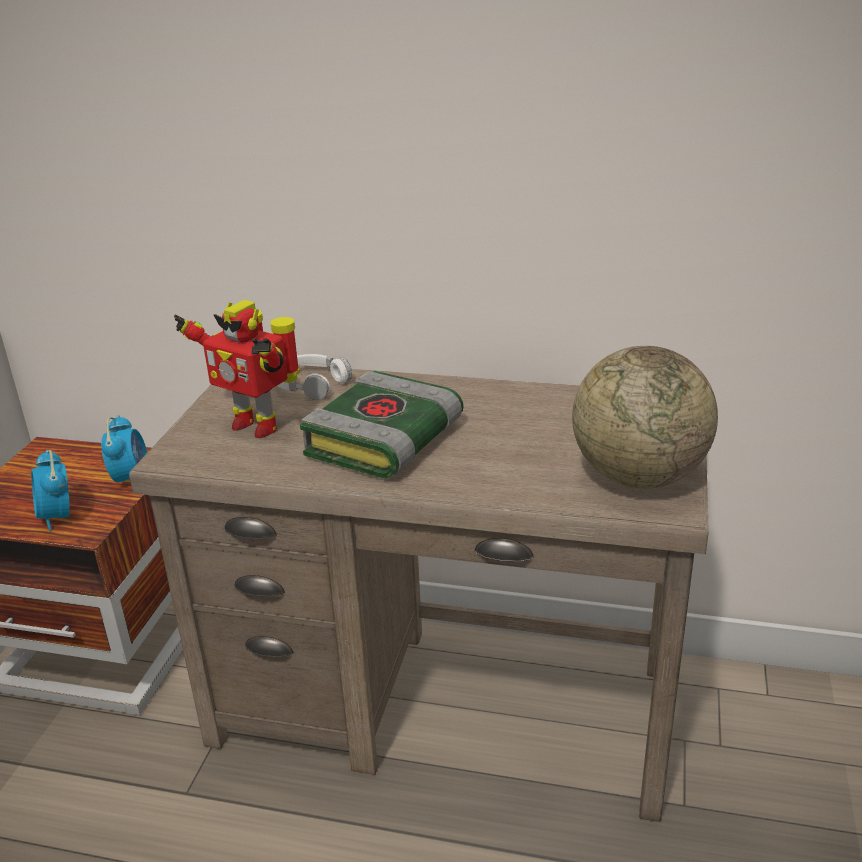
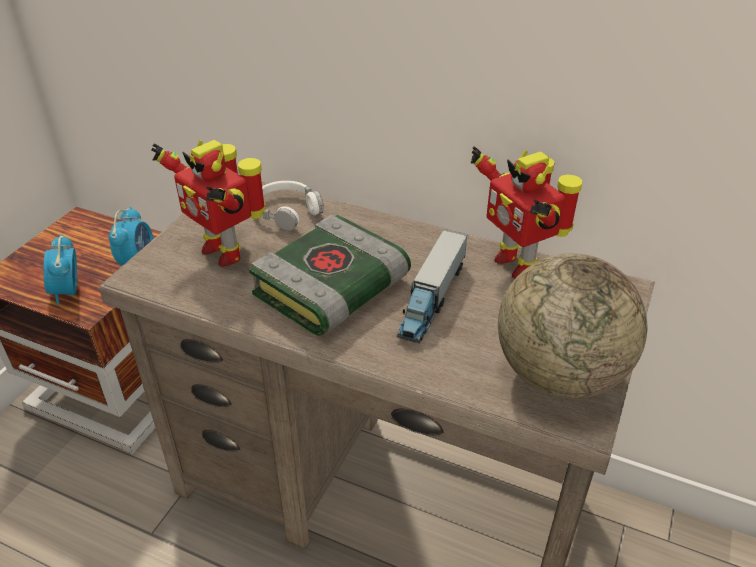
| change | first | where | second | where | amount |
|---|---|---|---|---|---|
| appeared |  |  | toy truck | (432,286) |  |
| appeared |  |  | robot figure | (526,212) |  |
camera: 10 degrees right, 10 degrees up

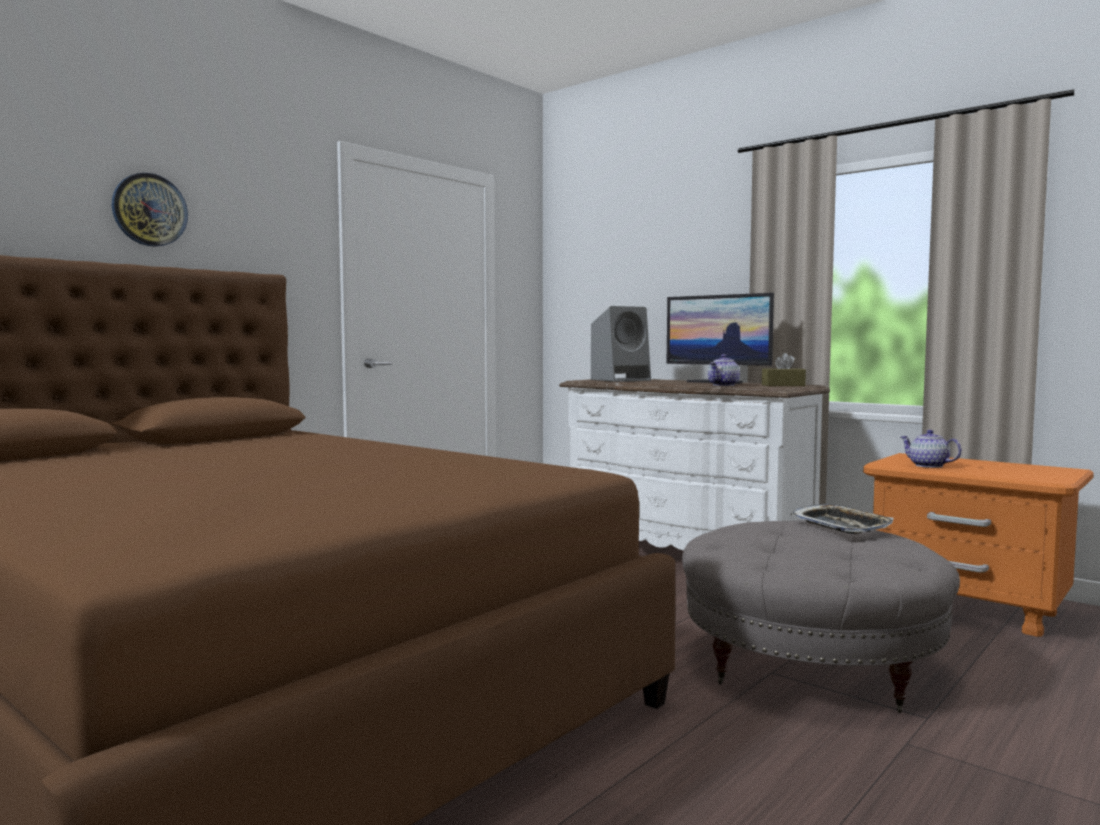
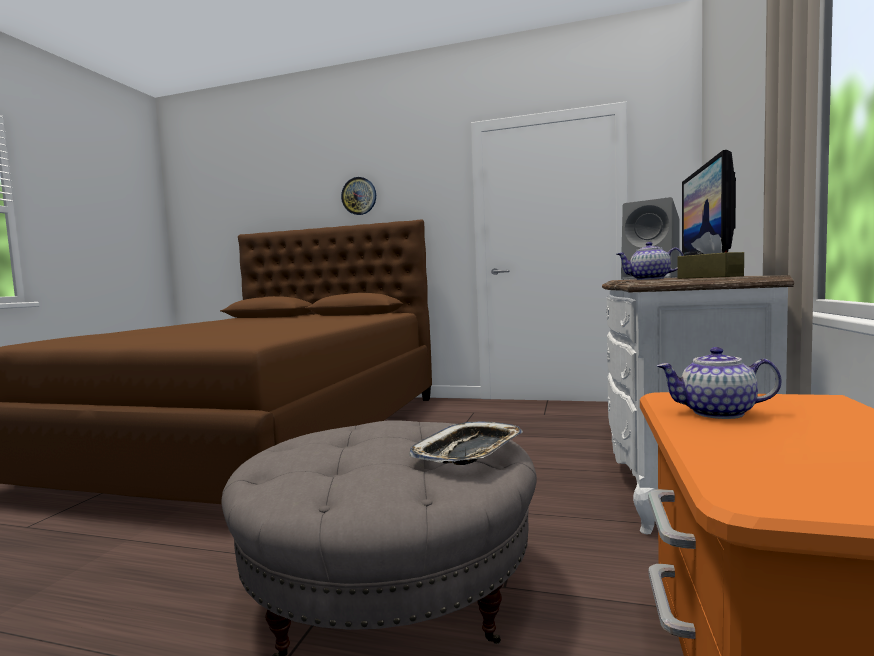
| change | first | where | second | where | amount |
|---|---|---|---|---|---|
| spun | teapot | (931,449) |  | (719,383) | 105 degrees counterclockwise |
camera: 65 degrees right, 0 degrees up

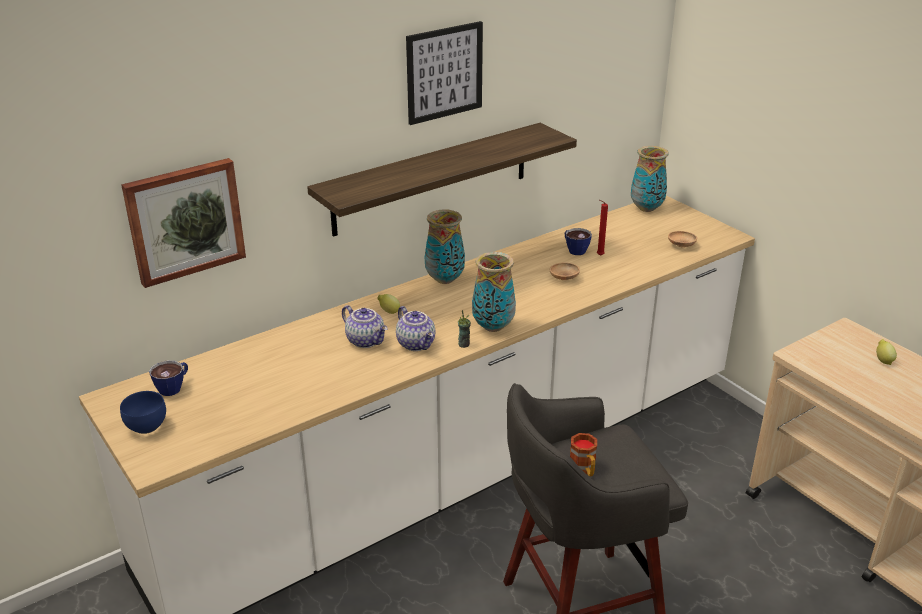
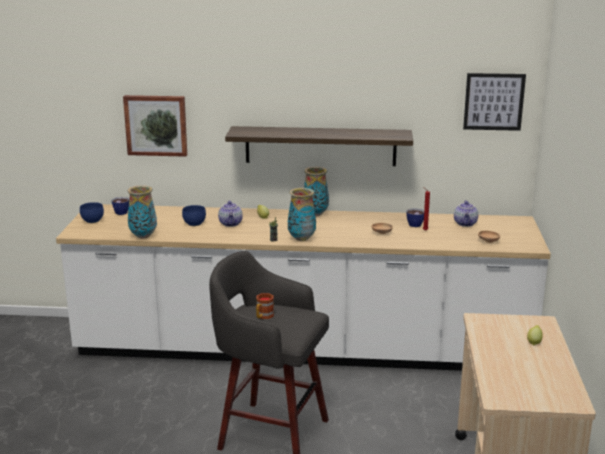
| change | first | where | second | where | amount |
|---|---|---|---|---|---|
| relocated | flower vase | (650,179) |  | (142,212) |  |
| appeared |  |  | blue serving bowl | (194,215) |  |
| relocated | teapot | (415,328) |  | (466,213) |  |
| relocated | picture | (444,73) |  | (494,102) |  |
camera: 40 degrees right, 10 degrees down

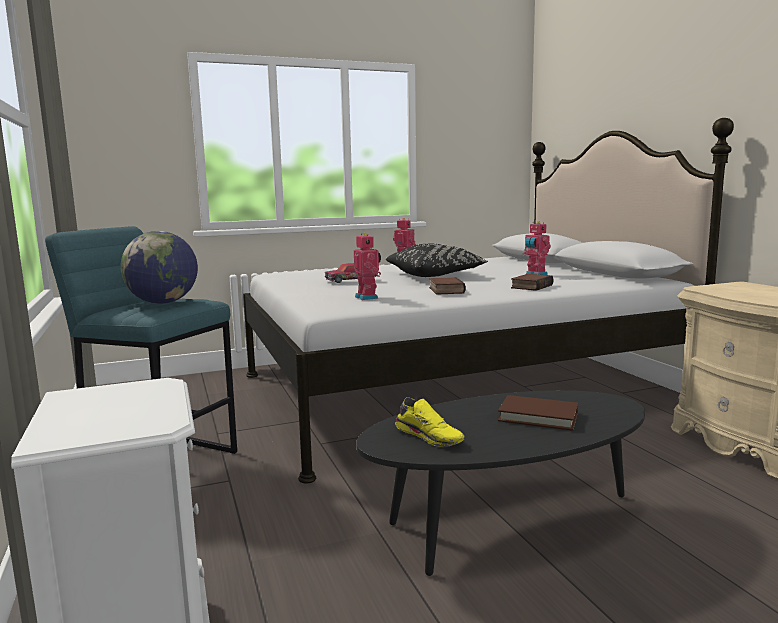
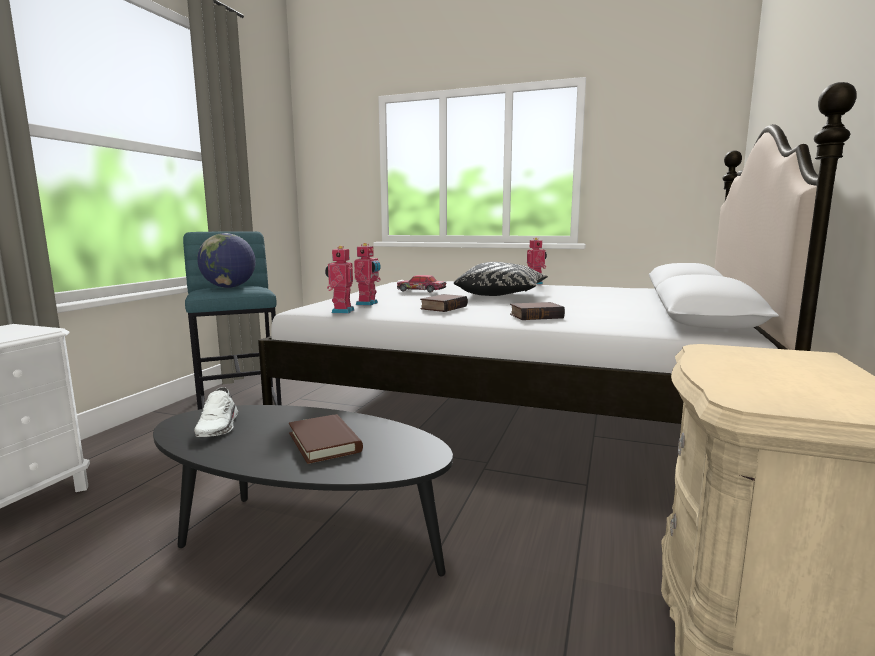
| change | first | where | second | where | amount |
|---|---|---|---|---|---|
| colour | yellowish shoe | (429,422) | whitish shoe | (216,412) |  |
| relocated | robot figure | (537,248) |  | (339,279) |  |
camera: 40 degrees right, 0 degrees up

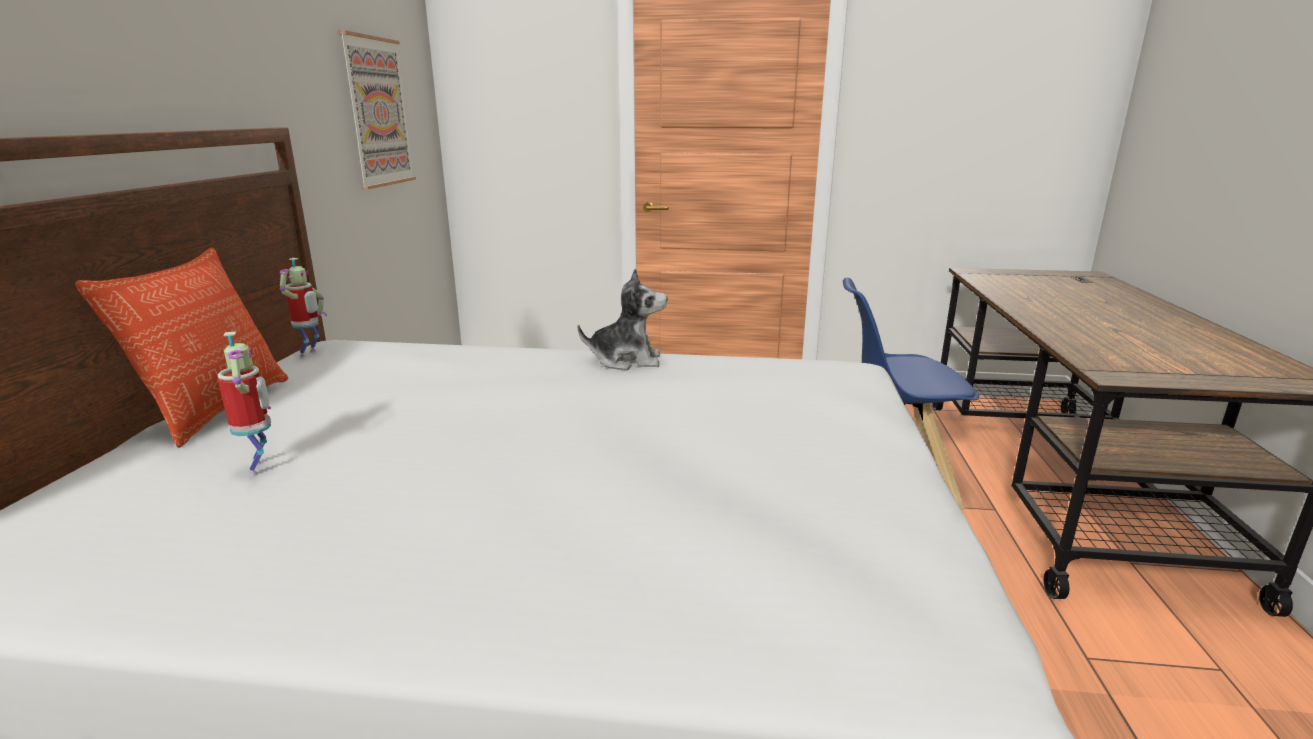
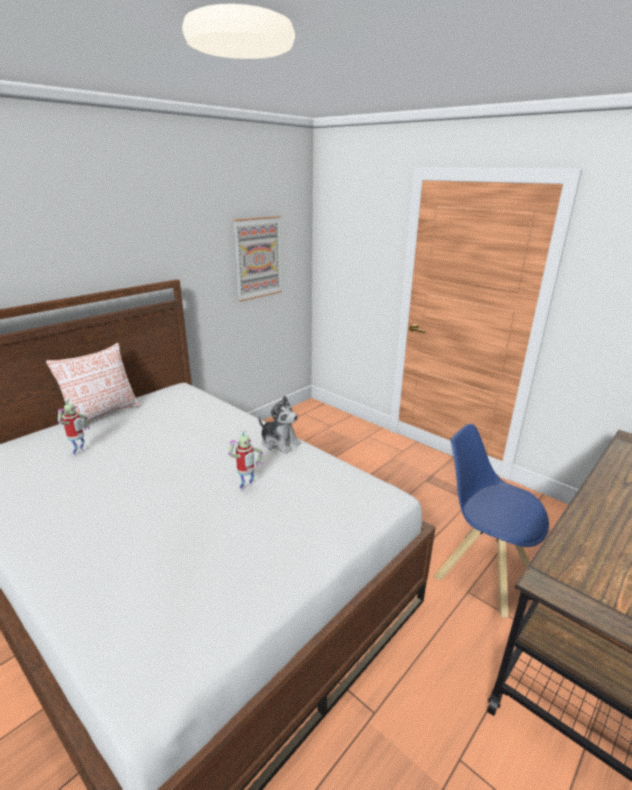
| change | first | where | second | where | amount |
|---|---|---|---|---|---|
| colour | orangey throw pillow | (181,348) | whitish throw pillow | (93,384) |  |
| relocated | robot figure | (303,307) |  | (245,460) |  |
camera: 35 degrees right, 5 degrees up

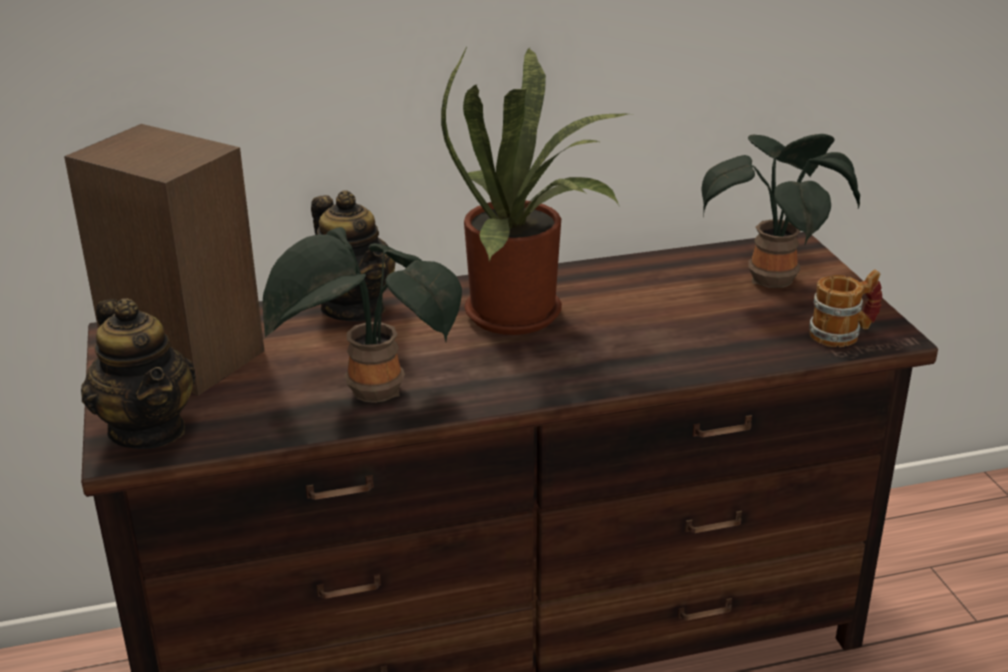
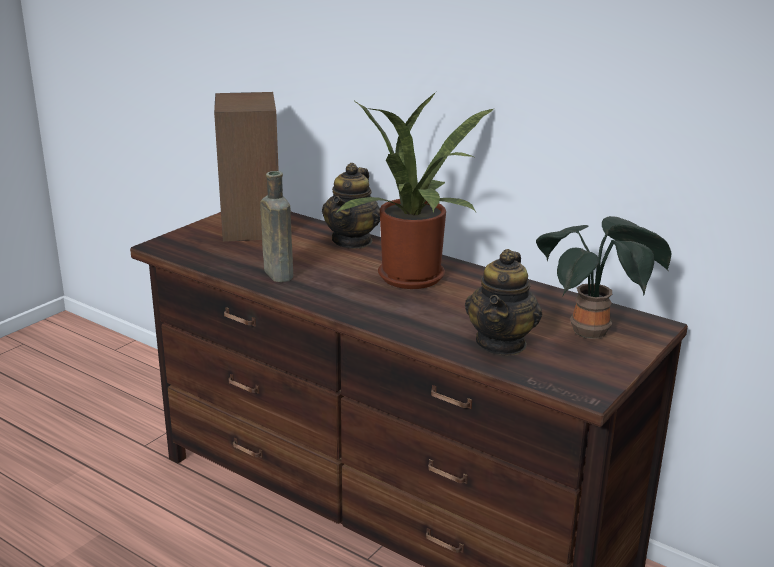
| change | first | where | second | where | amount |
|---|---|---|---|---|---|
| exchanged | plant in a pot | (362,315) | brown-coloured beverage bottle | (276,226) |  |
| relocated | teapot | (138,373) |  | (503,302) |  |
| missing | coffee mug | (845,308) |  |  |  |
camera: 50 degrees right, 5 degrees down

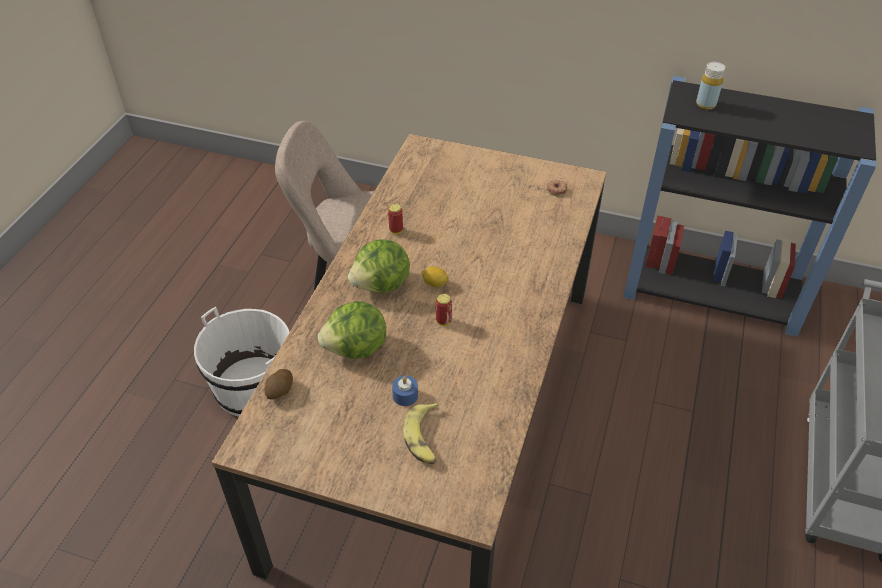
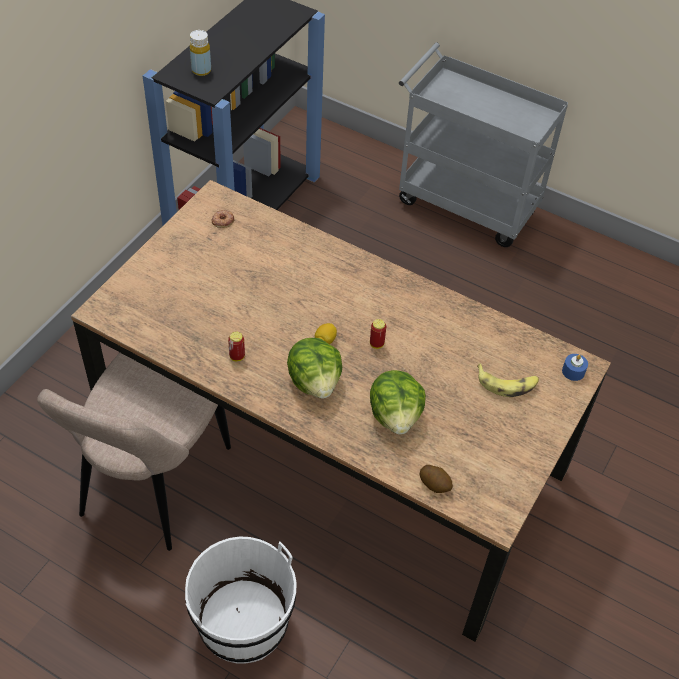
| change | first | where | second | where | amount |
|---|---|---|---|---|---|
| relocated | blue wax light | (405,391) |  | (575,367) |  |
camera: 80 degrees left, 5 degrees up

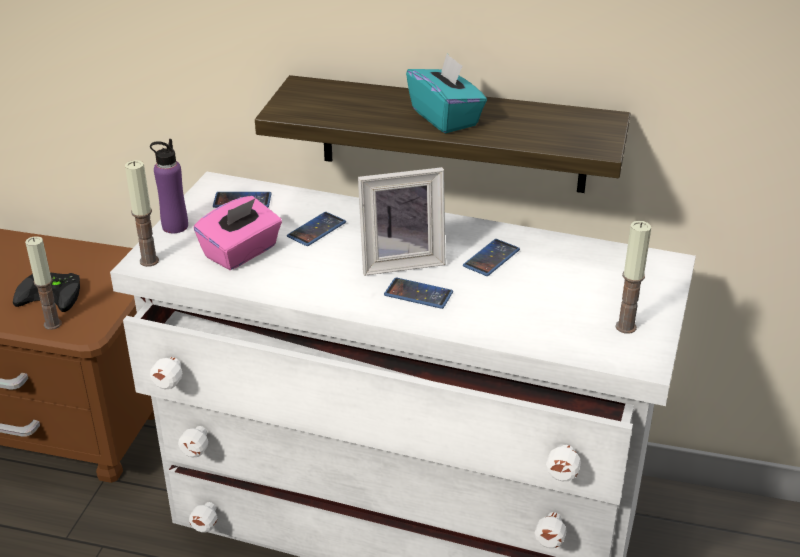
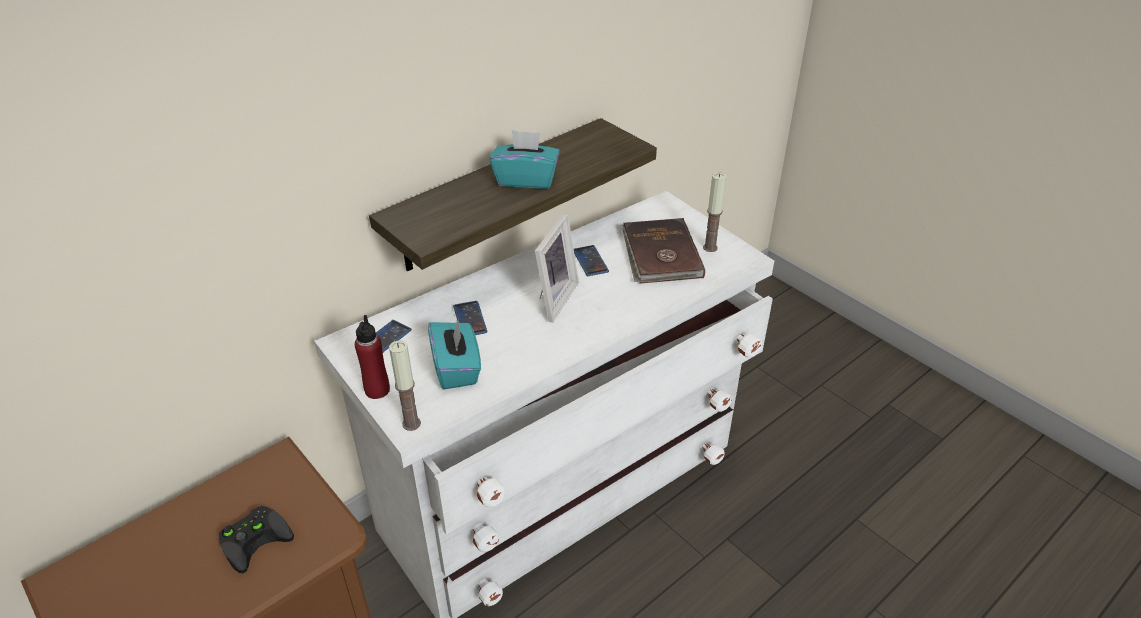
| change | first | where | second | where | amount |
|---|---|---|---|---|---|
| colour | purple beverage bottle | (169,186) | red beverage bottle | (372,357) |  |
| colour | pinkish tissue holder | (238,233) | turquoise-coloured tissue holder | (454,353) |  |
| appeared |  |  | brown-coloured volume | (663,251) |  |
| missing | wax light | (43,283) |  |  |  |
| missing | handset | (418,293) |  |  |  |
camera: 55 degrees left, 5 degrees up

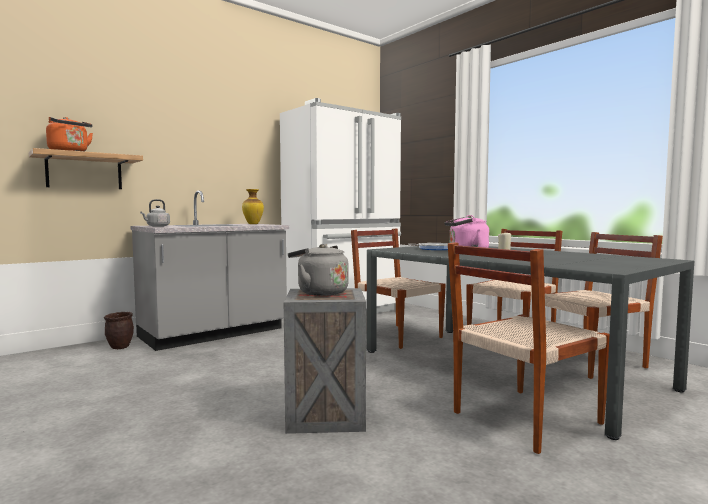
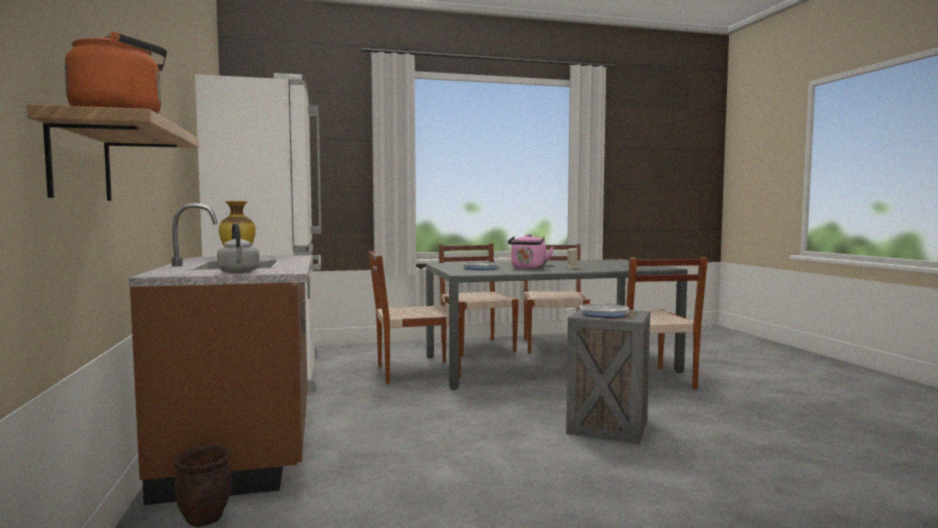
| change | first | where | second | where | amount |
|---|---|---|---|---|---|
| colour | grey counter | (210,270) | brown-coloured counter | (220,354) |  |
| exchanged | grey kettle | (318,269) | frying pan | (597,310) |  |
camera: 65 degrees left, 0 degrees up

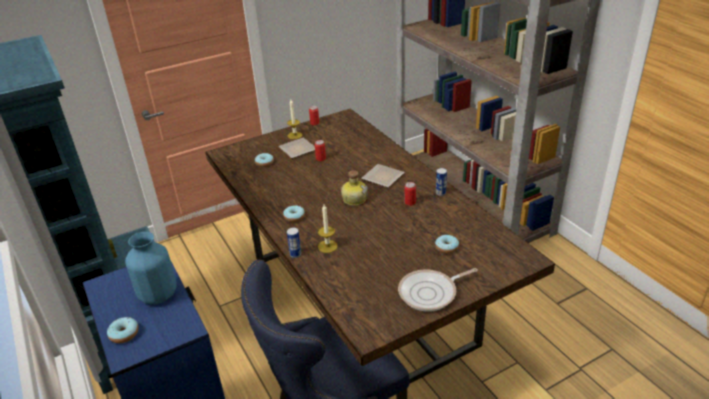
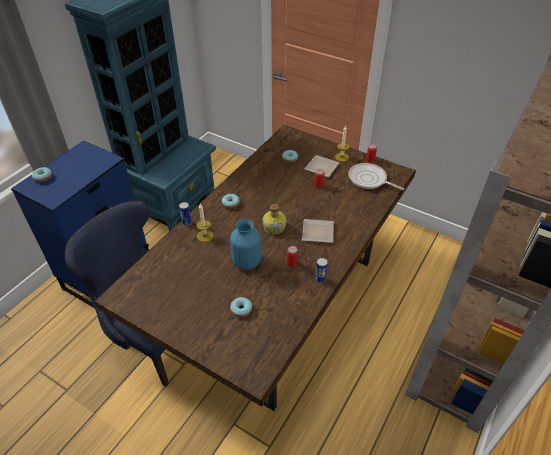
| change | first | where | second | where | amount |
|---|---|---|---|---|---|
| relocated | blue flower vase | (151,268) |  | (245,244) |  |
| relocated | frying pan | (438,290) |  | (376,176) |  |
camera: 60 degrees right, 10 degrees up

